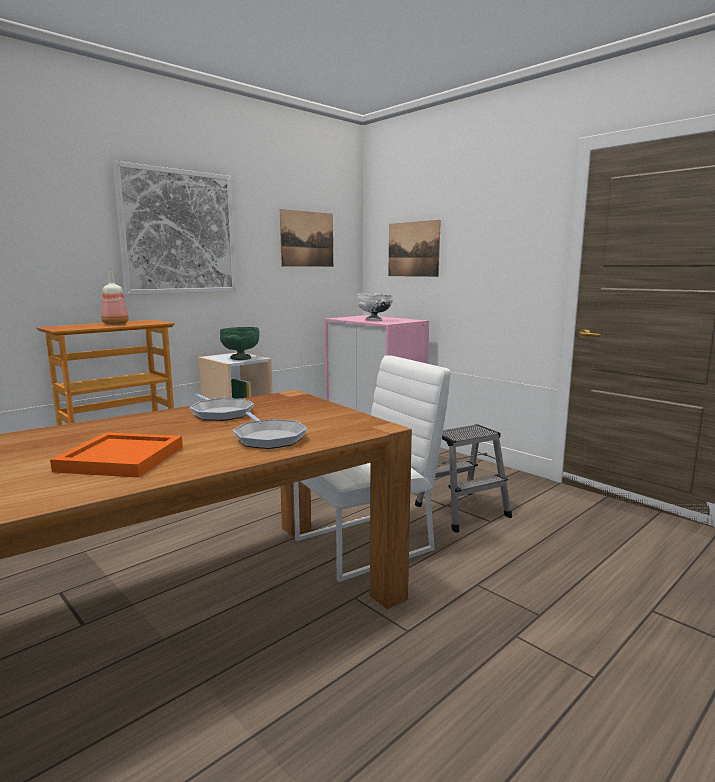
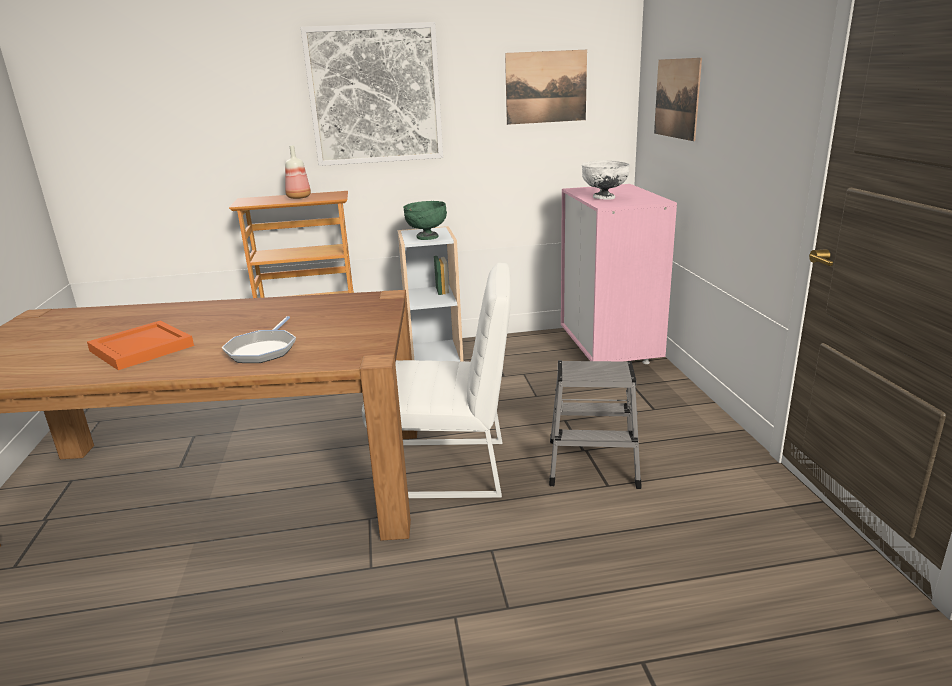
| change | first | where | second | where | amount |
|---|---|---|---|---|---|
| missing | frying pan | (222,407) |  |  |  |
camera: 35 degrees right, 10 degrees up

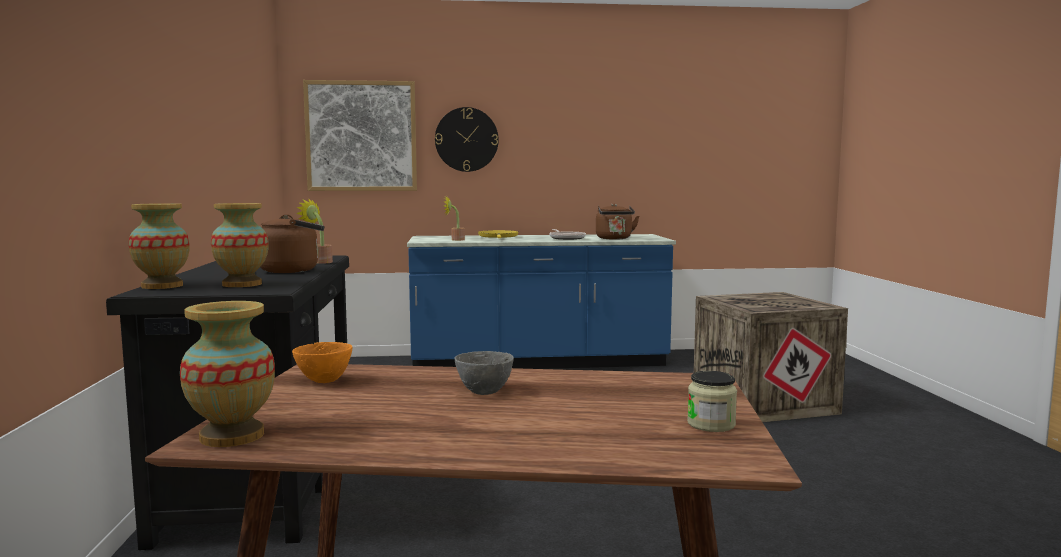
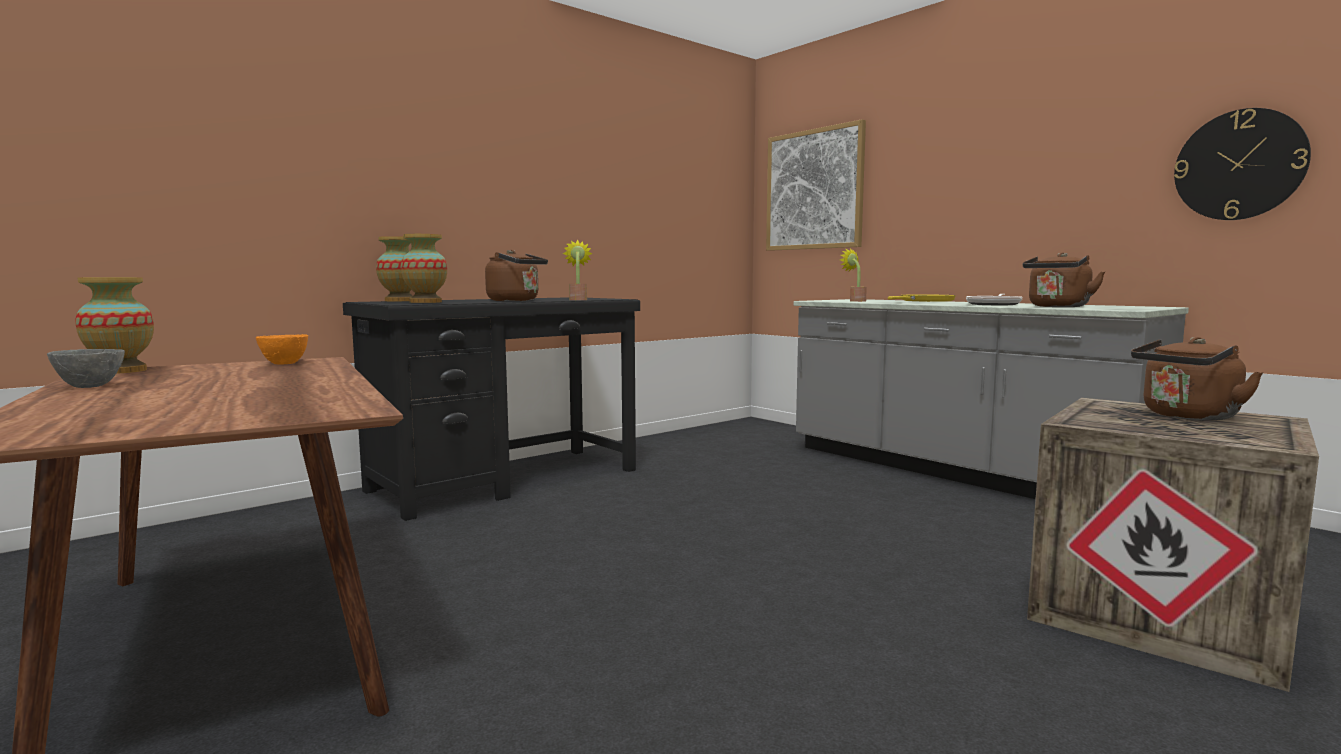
| change | first | where | second | where | amount |
|---|---|---|---|---|---|
| relocated | grey serving bowl | (484,373) |  | (86,368) |  |
| colour | blue counter | (541,301) | grey counter | (991,399) |  |
| appeared |  |  | brown-coloured kettle | (1197,378) |  |
| relocated | wall clock | (467,139) |  | (1242,164) |  |
| missing | jar | (712,401) |  |  |  |
camera: 55 degrees right, 0 degrees up

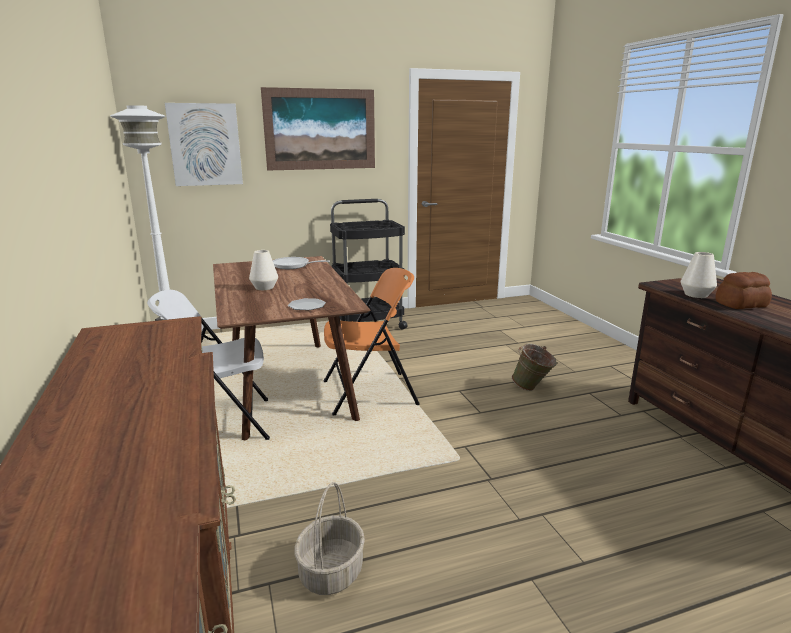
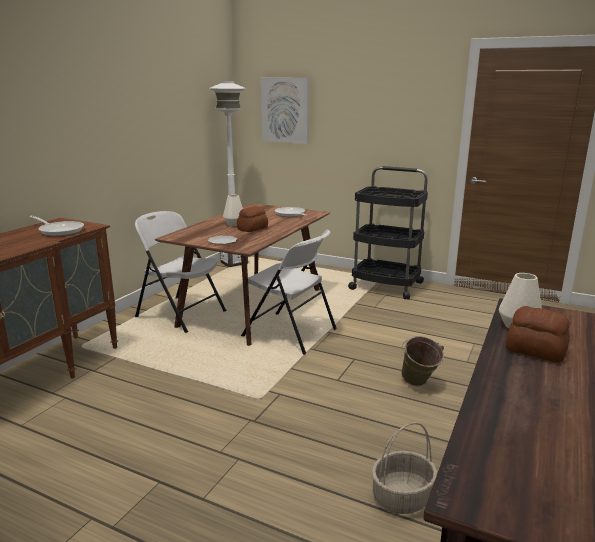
| change | first | where | second | where | amount |
|---|---|---|---|---|---|
| appeared |  |  | frying pan | (56,226) |  |
| appeared |  |  | bakery bread | (252,219) |  |
| colour | orangey upright chair | (371,342) | whitish upright chair | (289,292) |  |
| relocated | basket | (330,538) |  | (404,468) |  |
| missing | picture | (318,129) |  |  |  |
camera: 45 degrees right, 0 degrees up

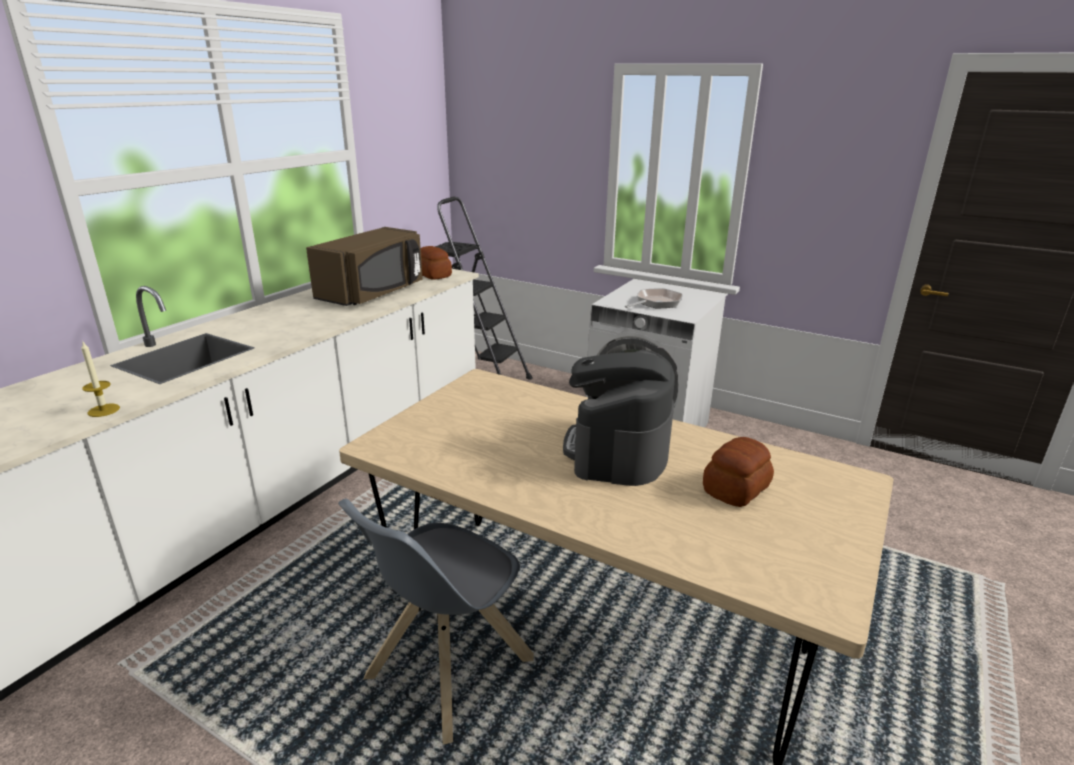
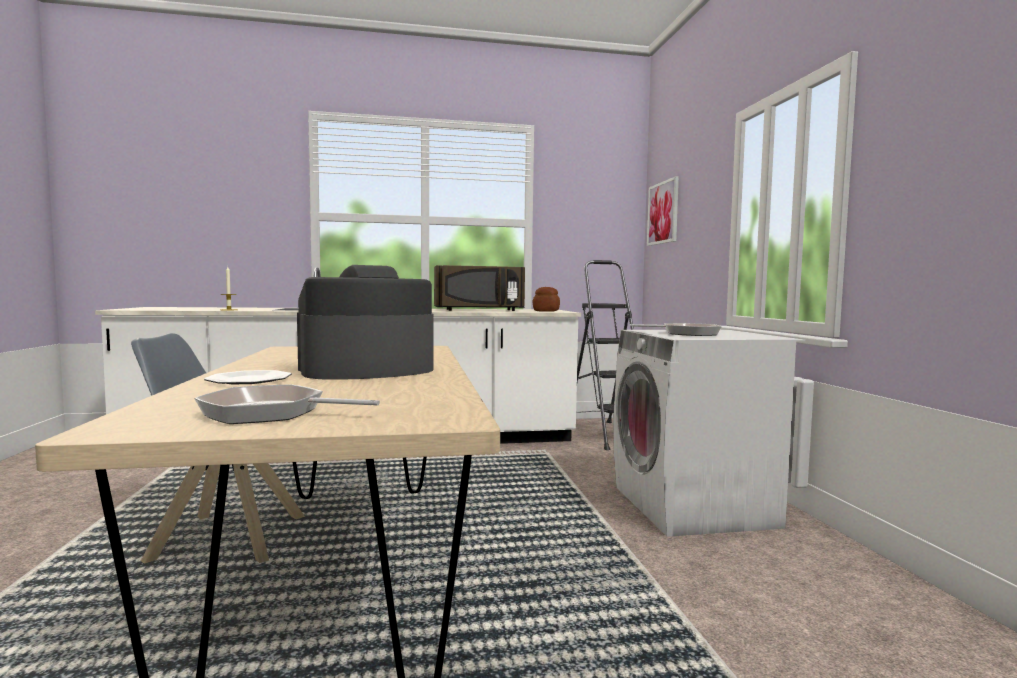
| change | first | where | second | where | amount |
|---|---|---|---|---|---|
| appeared |  |  | frying pan | (287,404) |  |
| appeared |  |  | plate | (247,377) |  |
| appeared |  |  | picture | (663,211) |  |
| missing | bakery bread | (738,472) |  |  |  |
camera: 50 degrees right, 20 degrees down

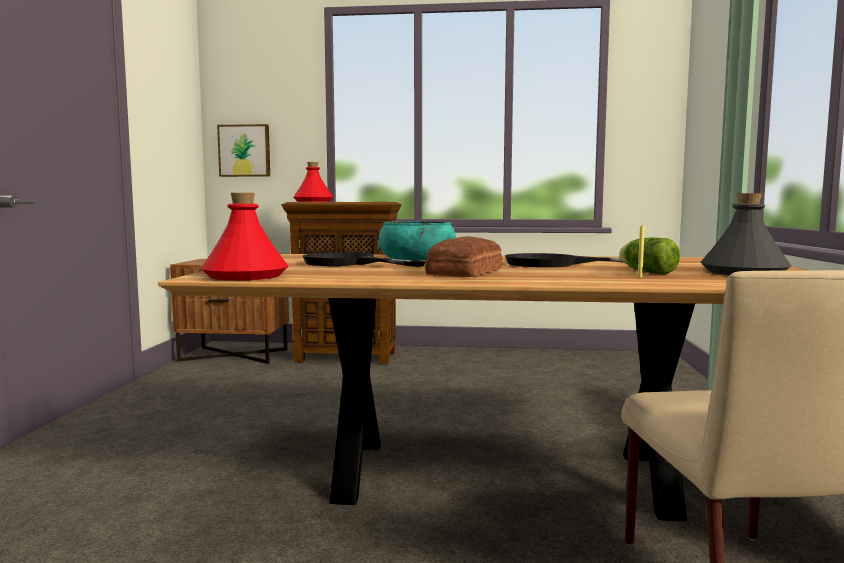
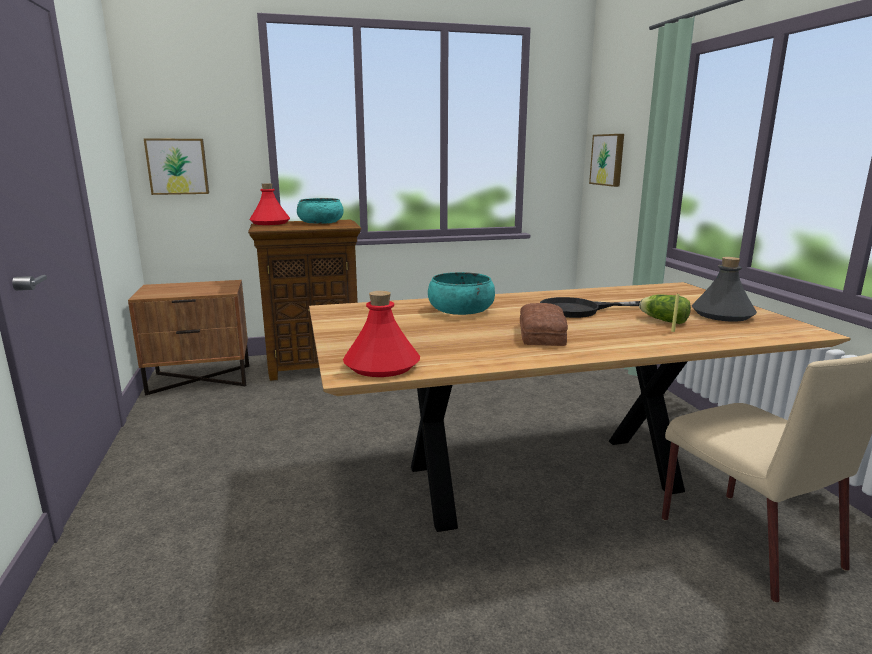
| change | first | where | second | where | amount |
|---|---|---|---|---|---|
| appeared |  |  | turquoise-coloured serving bowl | (320,211) |  |
| appeared |  |  | picture | (606,160) |  |
| missing | blackish frying pan | (364,259) |  |  |  |
camera: 20 degrees left, 10 degrees up

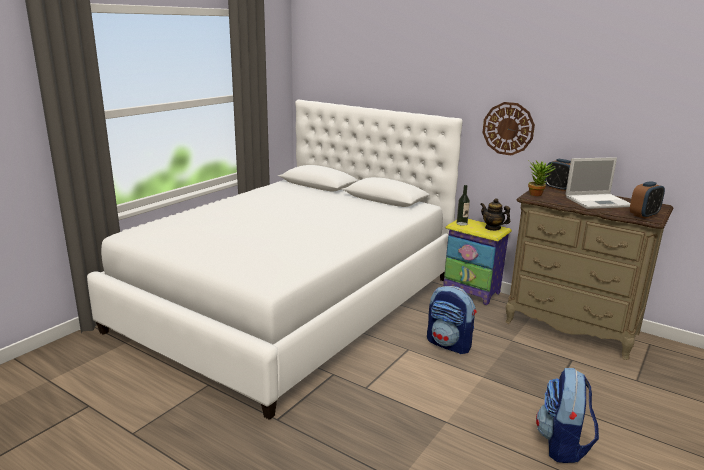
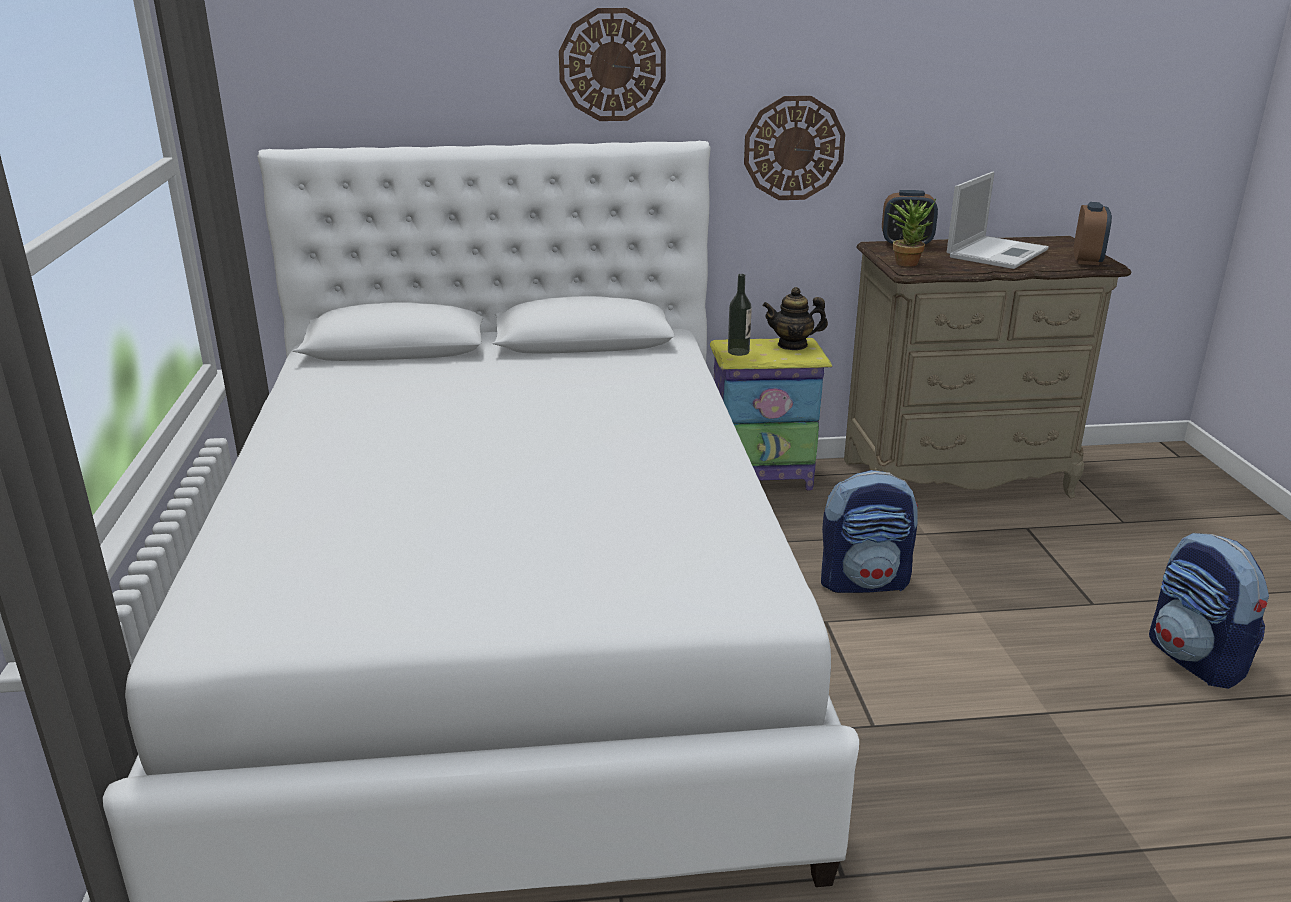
| change | first | where | second | where | amount |
|---|---|---|---|---|---|
| appeared |  |  | wall clock | (612,64) |  |
camera: 40 degrees left, 5 degrees up

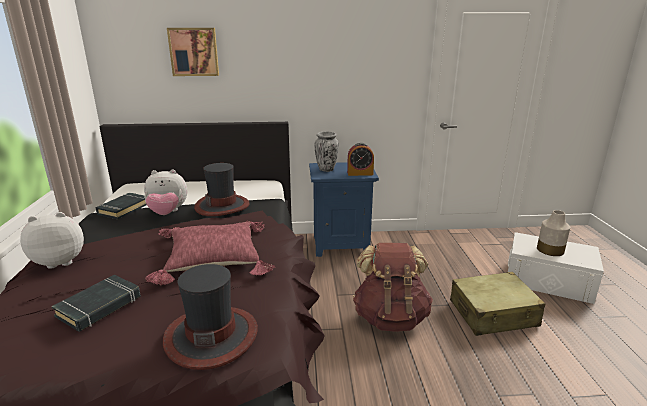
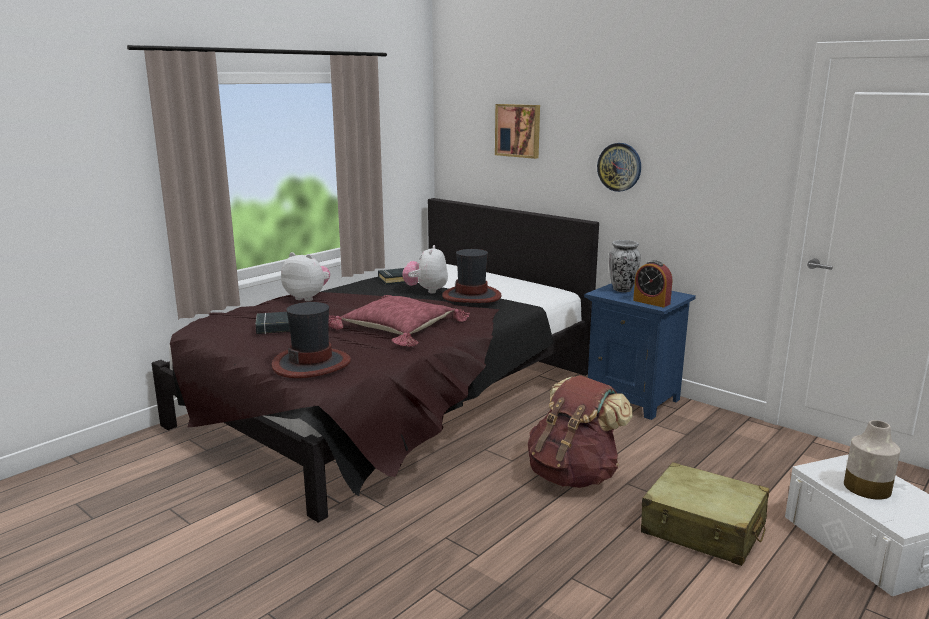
| change | first | where | second | where | amount |
|---|---|---|---|---|---|
| spun | plush toy | (165,192) |  | (425,269) | 60 degrees clockwise |
| appeared |  |  | wall clock | (619,167) |  |
camera: 45 degrees right, 5 degrees down

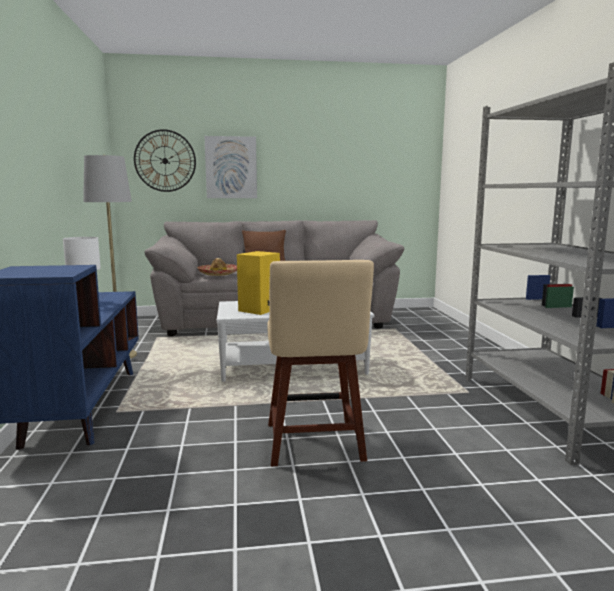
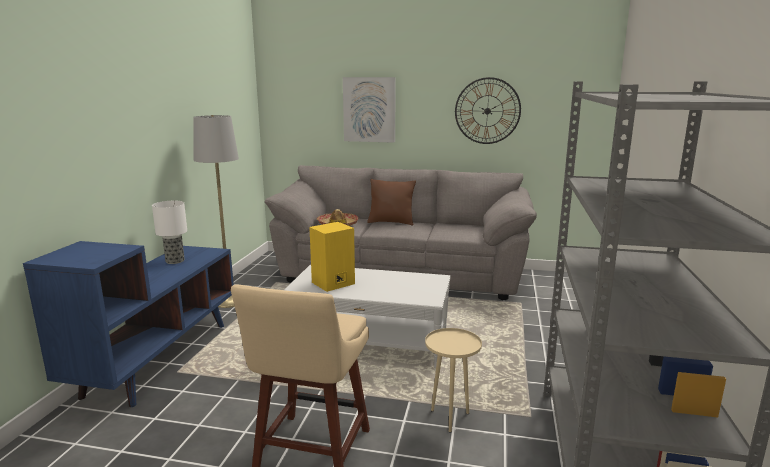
| change | first | where | second | where | amount |
|---|---|---|---|---|---|
| appeared |  |  | beige-coloured side table | (453,380) |  |
| relocated | wall clock | (165,160) |  | (488,110) |  |
camera: 20 degrees right, 5 degrees up

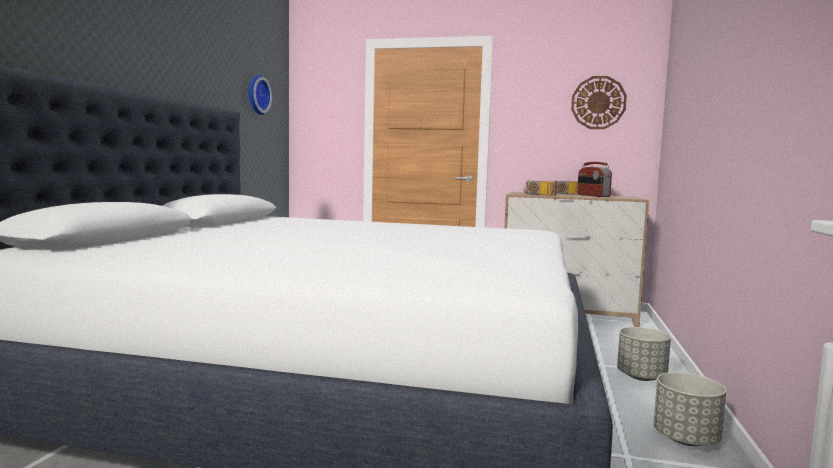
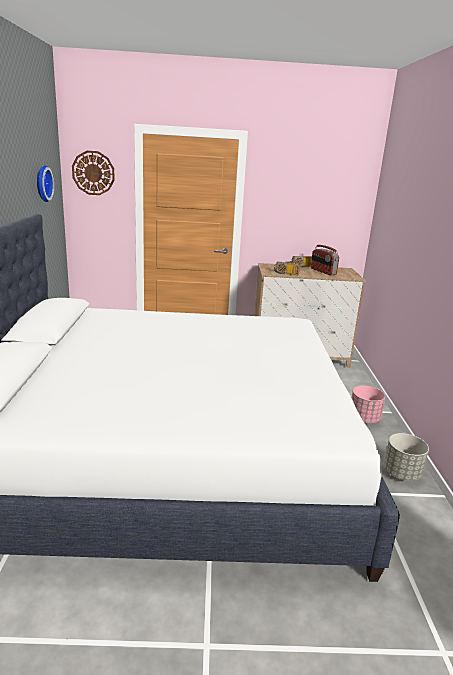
| change | first | where | second | where | amount |
|---|---|---|---|---|---|
| relocated | wall clock | (599,102) |  | (93,173) |  |
| colour | grey flower pot | (644,354) | pinkish flower pot | (368,404) |  |
camera: 15 degrees left, 15 degrees up

